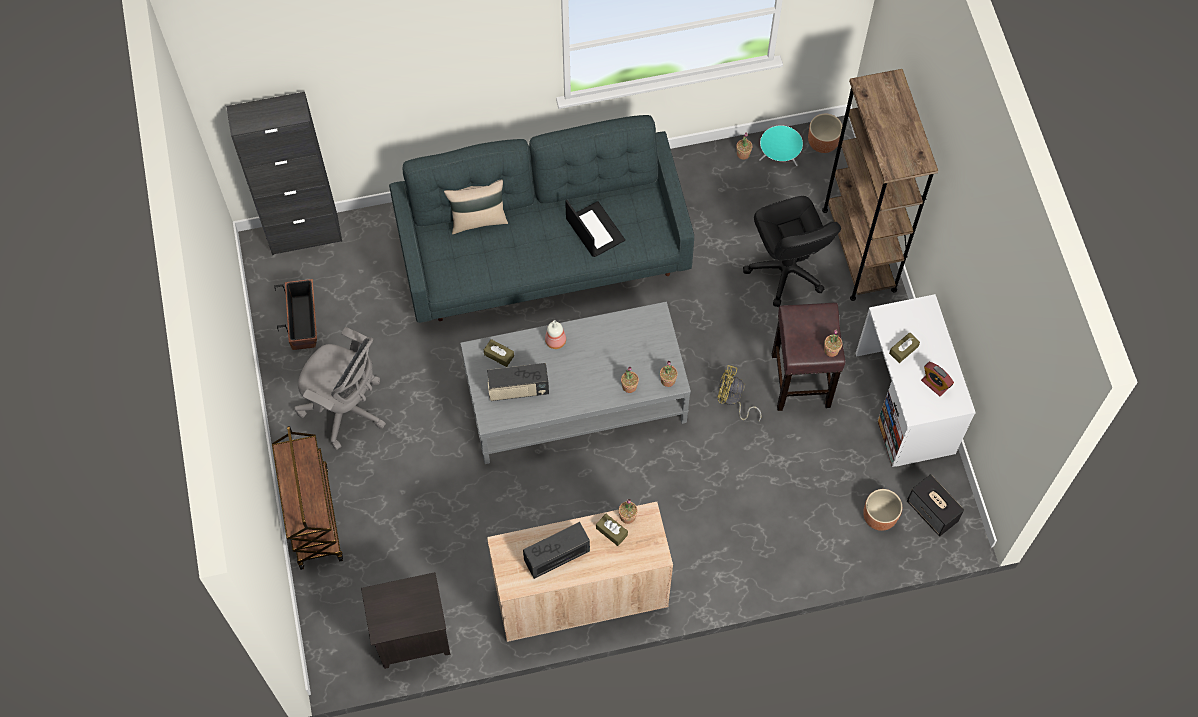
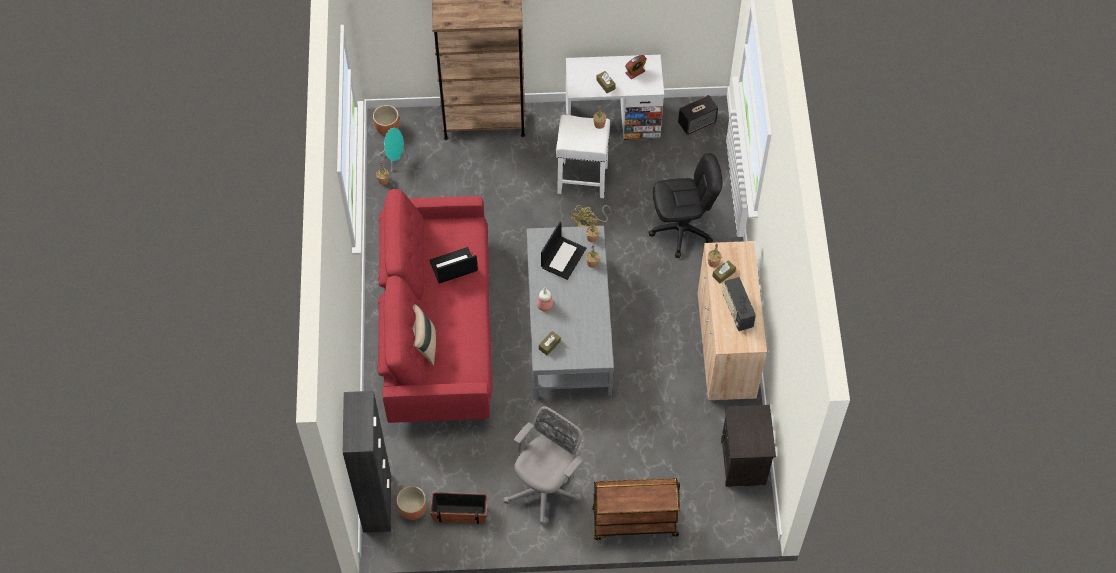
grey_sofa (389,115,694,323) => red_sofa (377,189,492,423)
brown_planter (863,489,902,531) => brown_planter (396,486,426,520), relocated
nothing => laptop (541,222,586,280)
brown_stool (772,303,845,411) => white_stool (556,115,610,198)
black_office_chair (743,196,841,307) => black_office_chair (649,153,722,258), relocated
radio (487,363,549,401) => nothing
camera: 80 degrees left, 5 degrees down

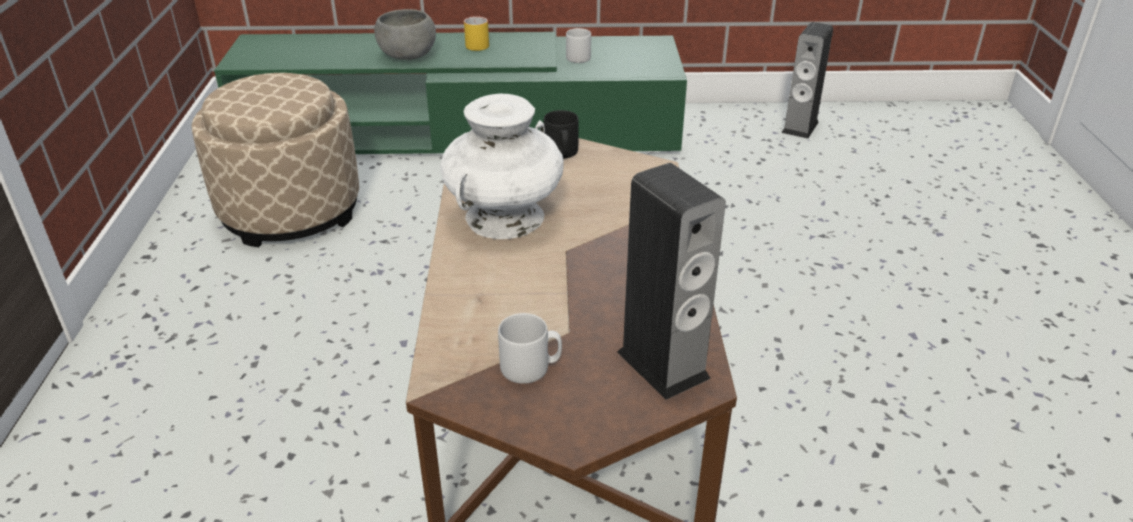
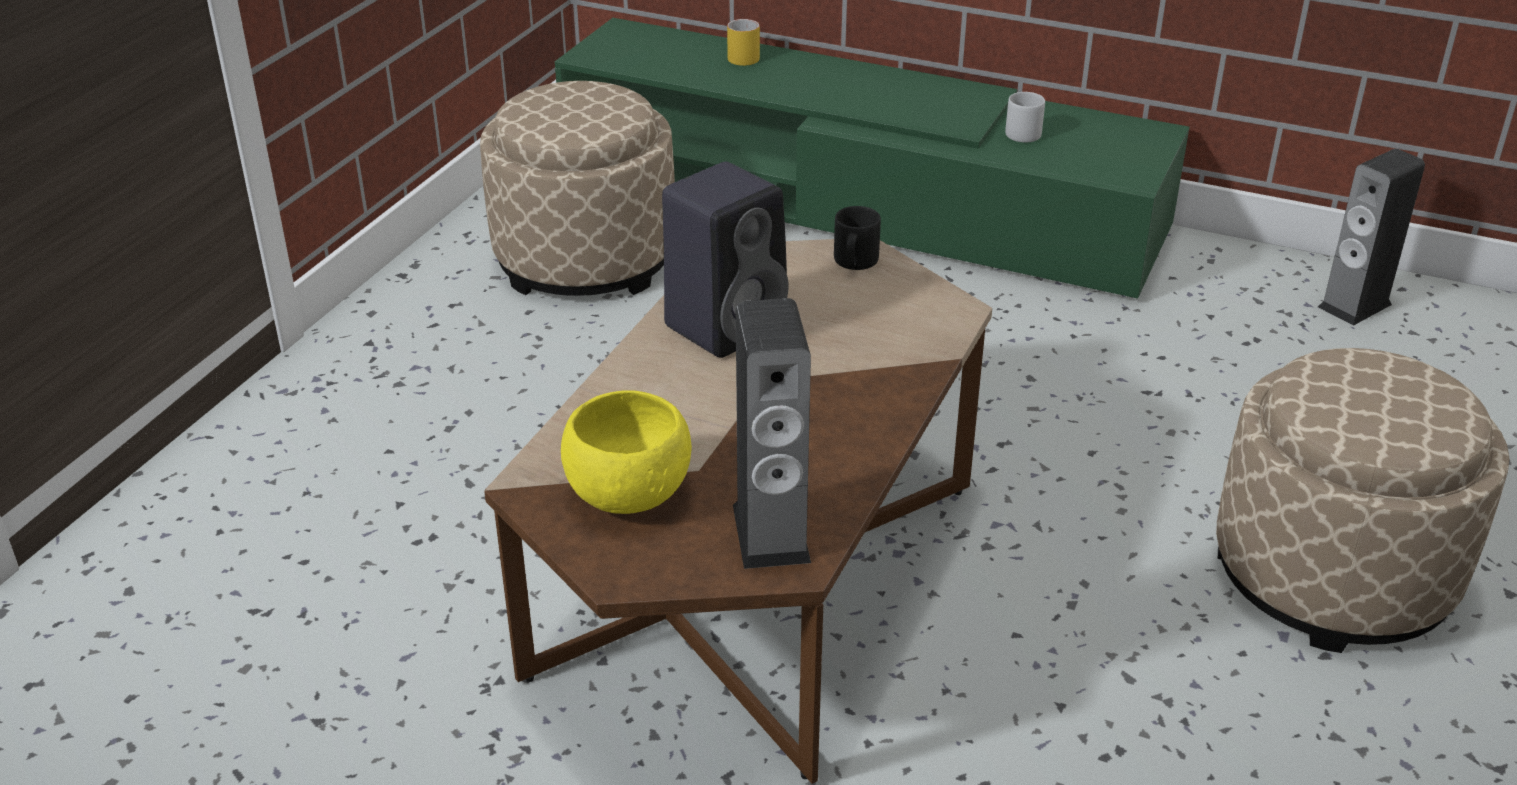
grey_mug (498,313,562,384) => yellow_bowl (561,390,692,514)
white_vase (440,94,564,239) => black_speaker (662,162,789,358)
yellow_mug (464,16,489,51) => yellow_mug (727,19,760,66), relocated
nothing => beige_ottoman (1216,348,1510,653)
grey_bowl (374,9,436,60) => nothing
camera: 25 degrees right, 0 degrees up

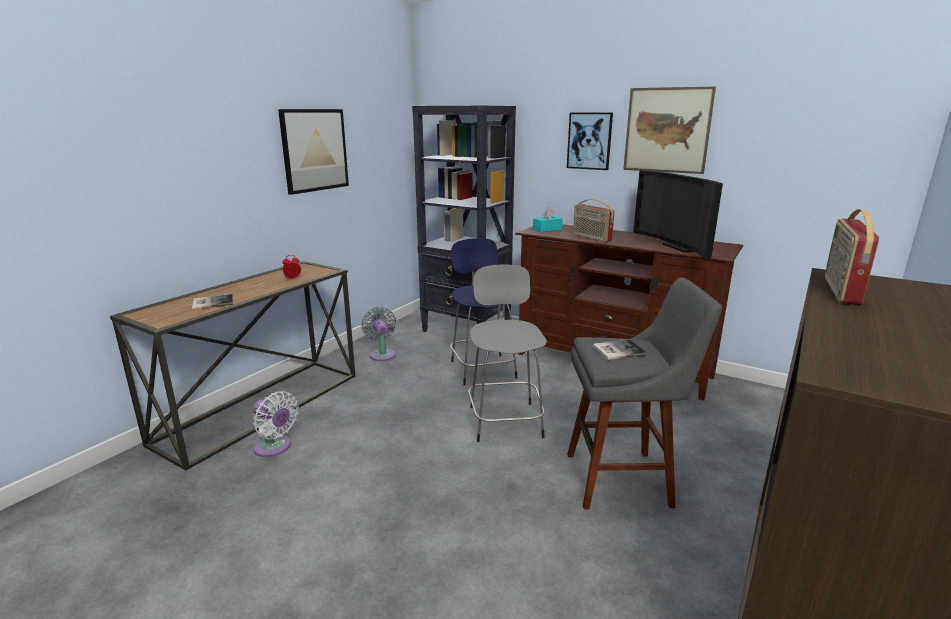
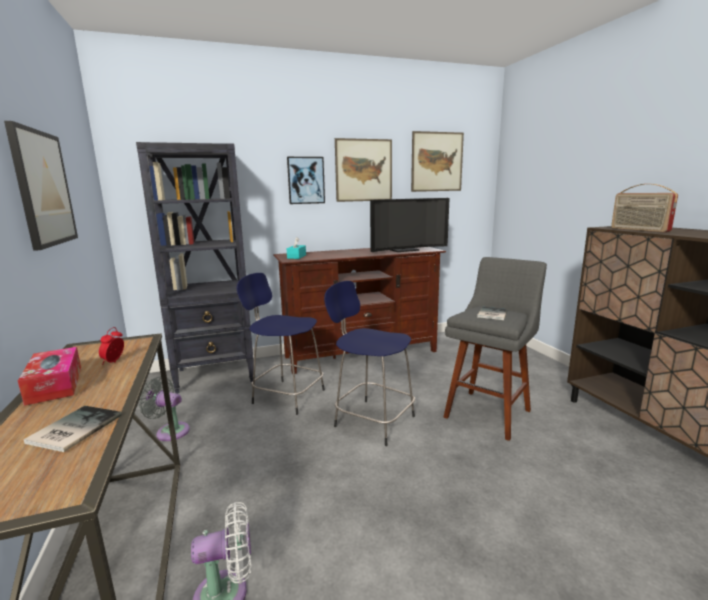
nothing => tissue_box (18,347,81,406)
grey_stool (468,264,547,442) => blue_stool (324,281,415,446)
television (633,170,723,259) => television (370,198,450,252), 45 degrees counterclockwise
nothing => picture (411,131,464,192)
radio (573,199,615,242) => nothing
camera: 50 degrees left, 5 degrees down

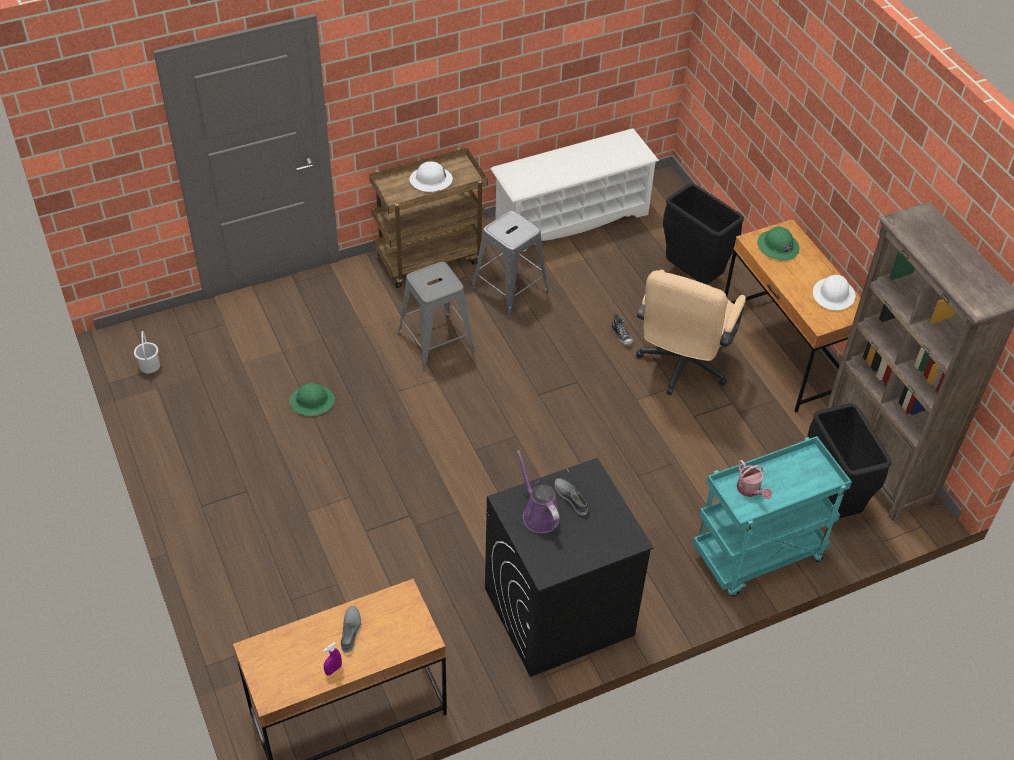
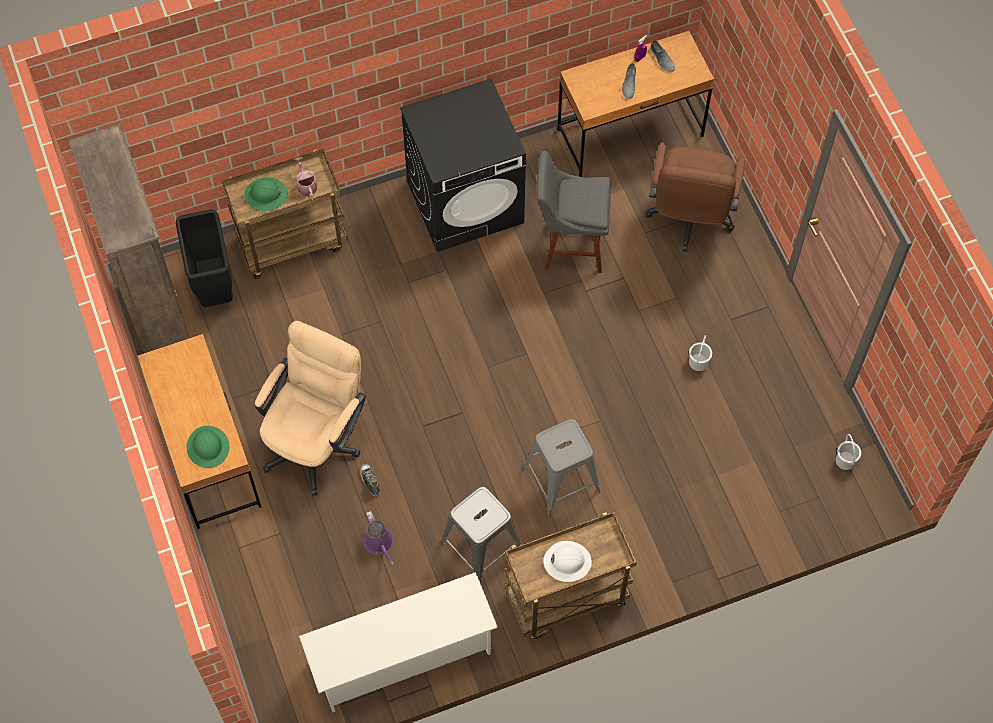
turquoise_cart (693,436,852,596) => brown_cart (222,149,347,279)
green_hard_hat (289,383,335,416) => green_hard_hat (244,177,288,211), relocated
purple_watering_can (517,450,560,533) => purple_watering_can (363,511,394,565), relocated
nothing => grey_stool (537,151,611,273)
nothing => brown_office_chair (645,143,745,252)
grey_shoe (554,478,588,515) => grey_shoe (650,40,675,72), relocated
nothing => white_bucket (689,335,712,371)
black_trash_can (663,183,744,285) => nothing
white_hard_hat (813,274,856,310) => nothing
camera: 175 degrees left, 15 degrees up

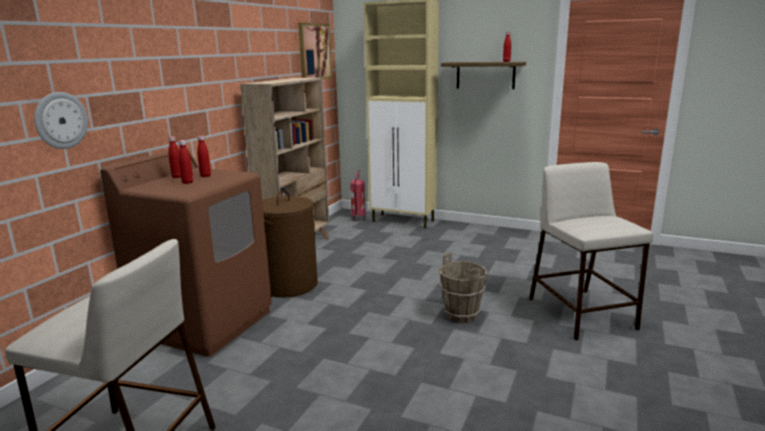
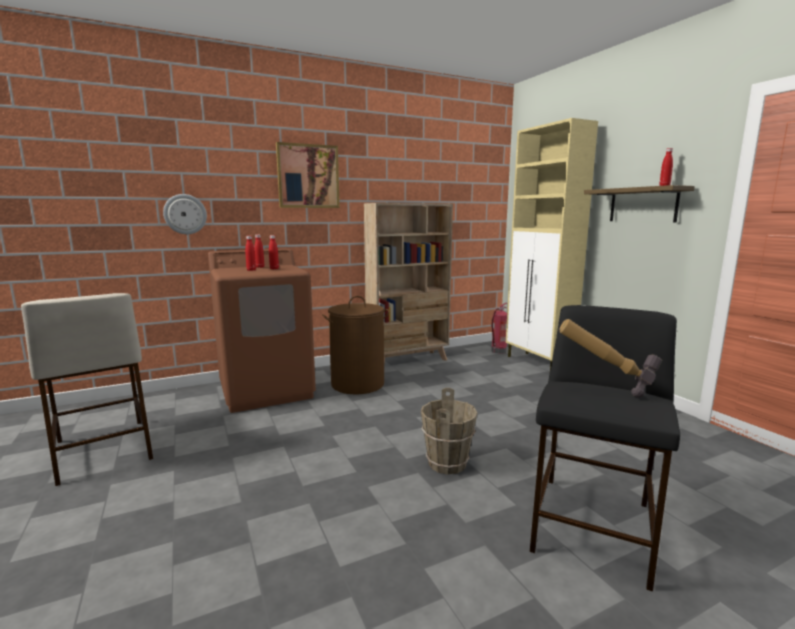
picture (298,23,332,79) => picture (276,142,340,208), relocated
beige_stool (529,162,653,340) => black_stool (530,305,680,591)
nothing => hammer (559,319,662,398)
camera: 40 degrees right, 5 degrees down

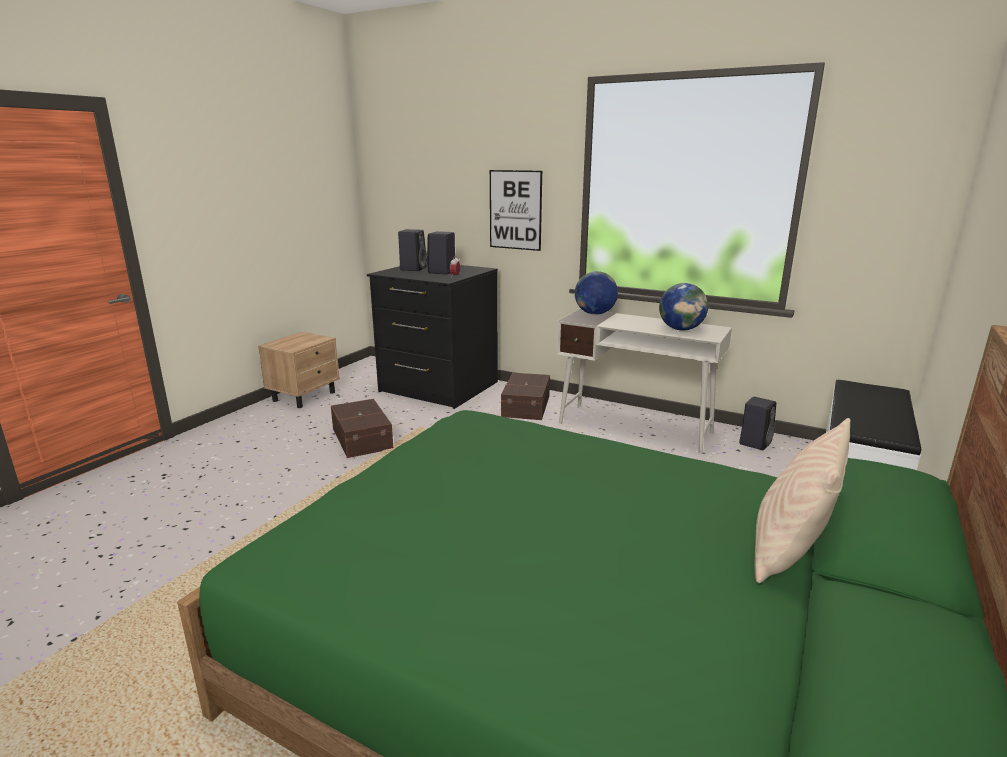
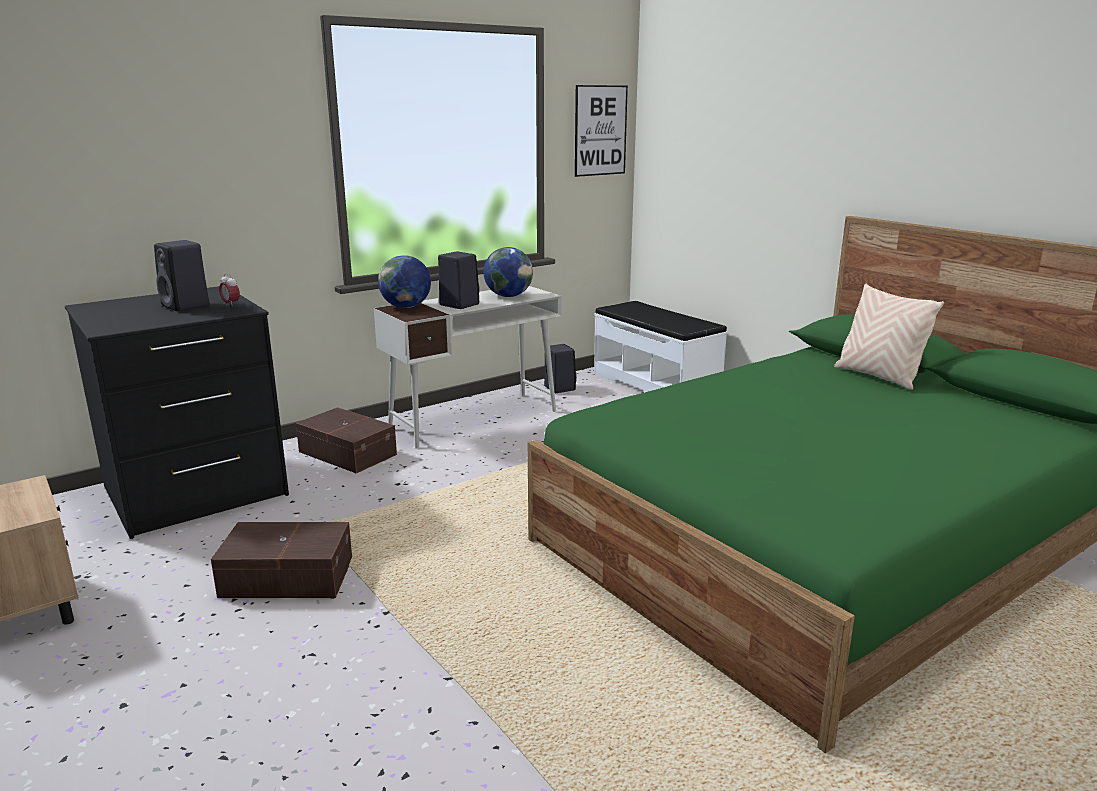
black_speaker (398,229,427,271) => black_speaker (438,251,480,309), relocated
picture (490,170,542,251) => picture (575,85,628,177), relocated
camera: 65 degrees left, 0 degrees up

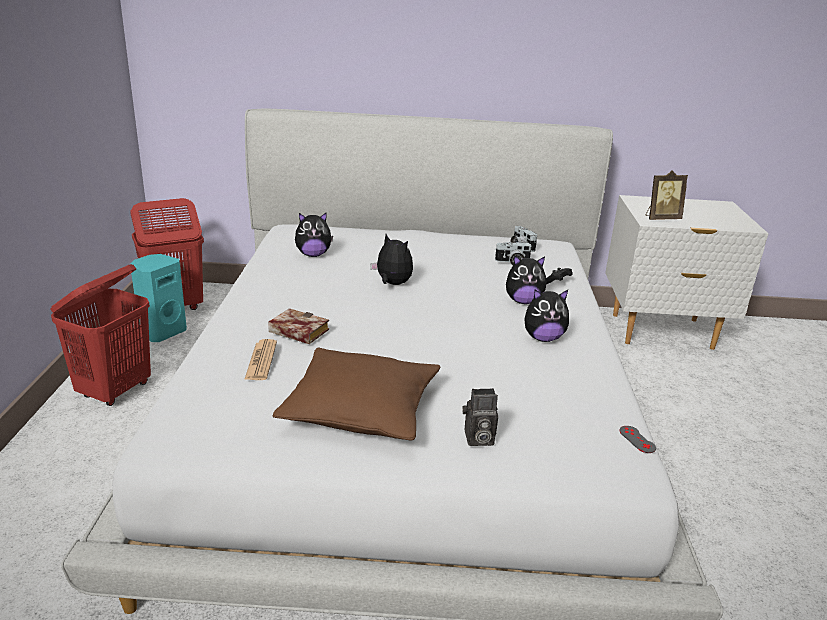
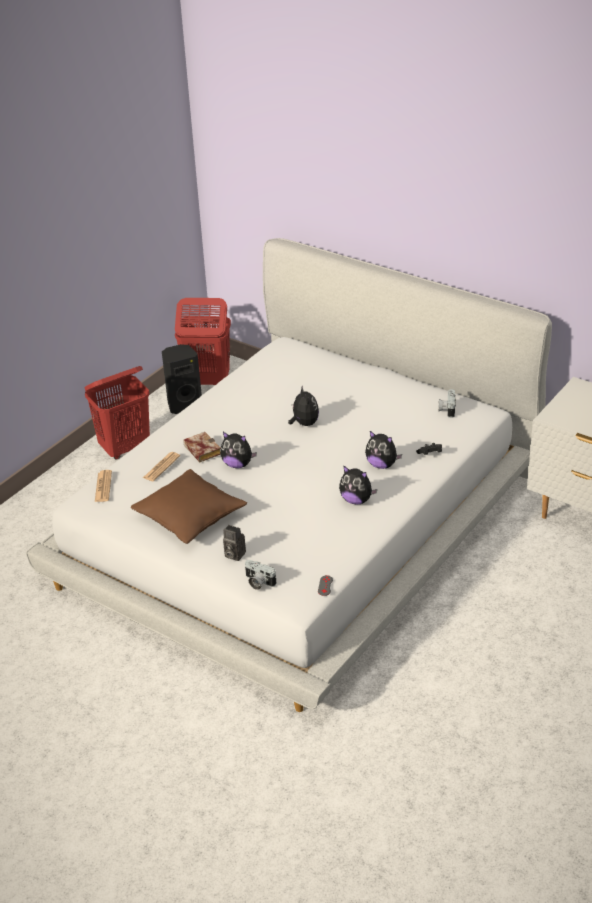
nothing => newspaper (95,470,112,502)
turquoise_speaker (131,254,187,342) => black_speaker (162,344,202,414)
plush_toy (295,212,333,257) => plush_toy (220,432,257,468), relocated
photo_camera (495,242,531,265) => photo_camera (245,560,277,590), relocated
picture_frame (646,170,688,220) => nothing
camera: 35 degrees right, 10 degrees up

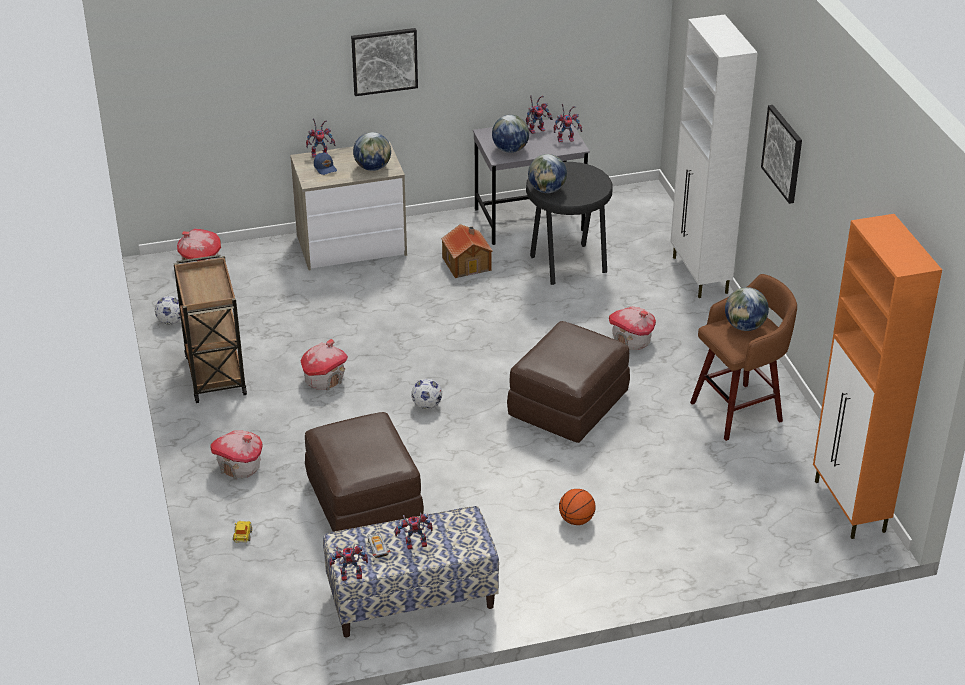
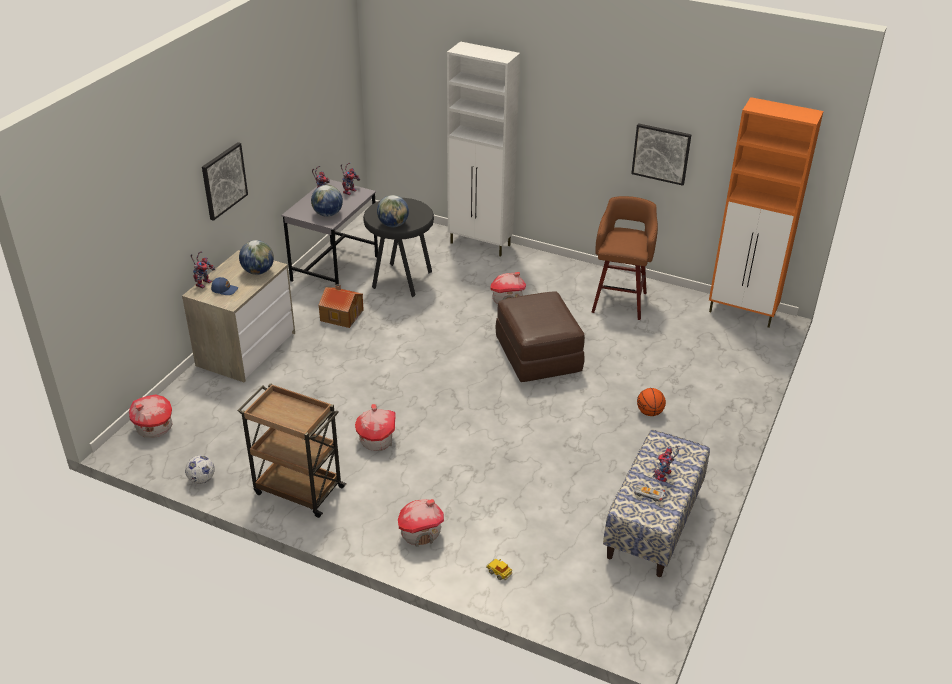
picture (761,105,802,204) => picture (631,123,692,186), relocated
brown_ottoman (305,412,424,532) => nothing
toy_robot (329,545,368,581) => nothing
football (411,378,442,409) => nothing
globe (725,287,769,331) => nothing
camera: 50 degrees left, 0 degrees up

